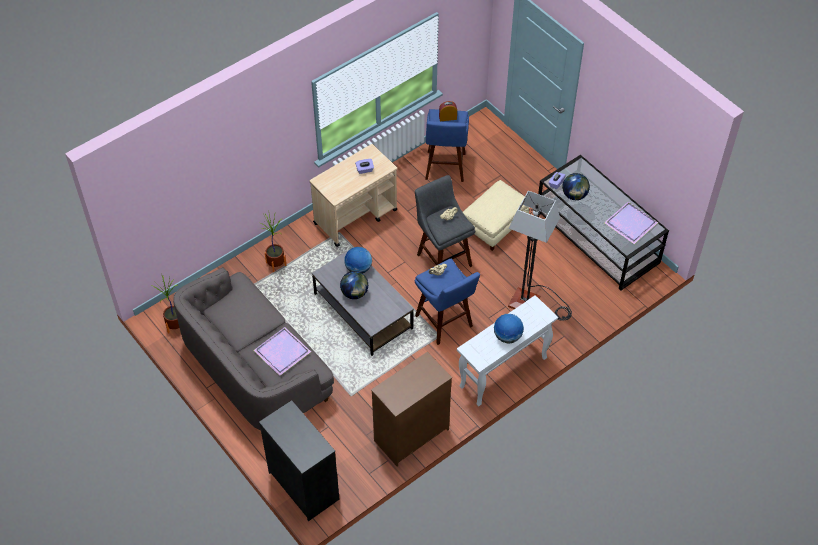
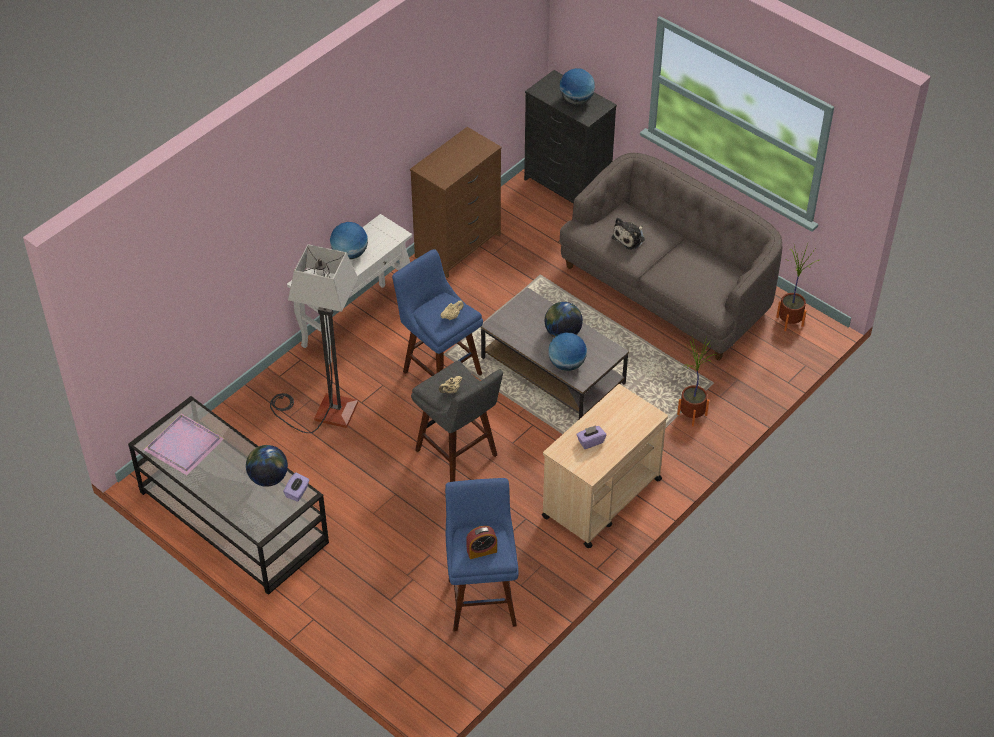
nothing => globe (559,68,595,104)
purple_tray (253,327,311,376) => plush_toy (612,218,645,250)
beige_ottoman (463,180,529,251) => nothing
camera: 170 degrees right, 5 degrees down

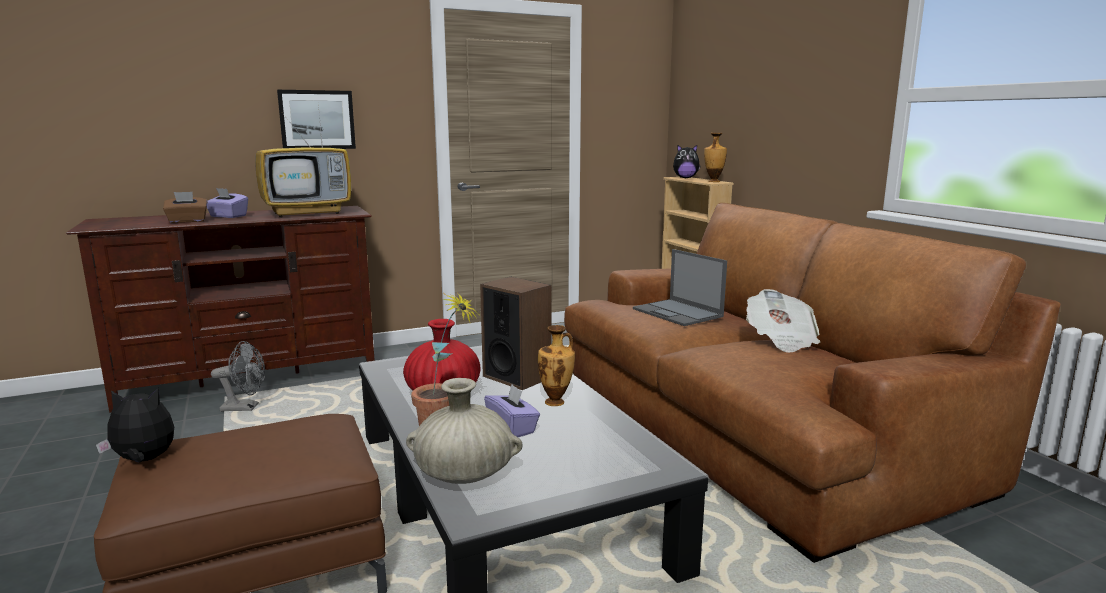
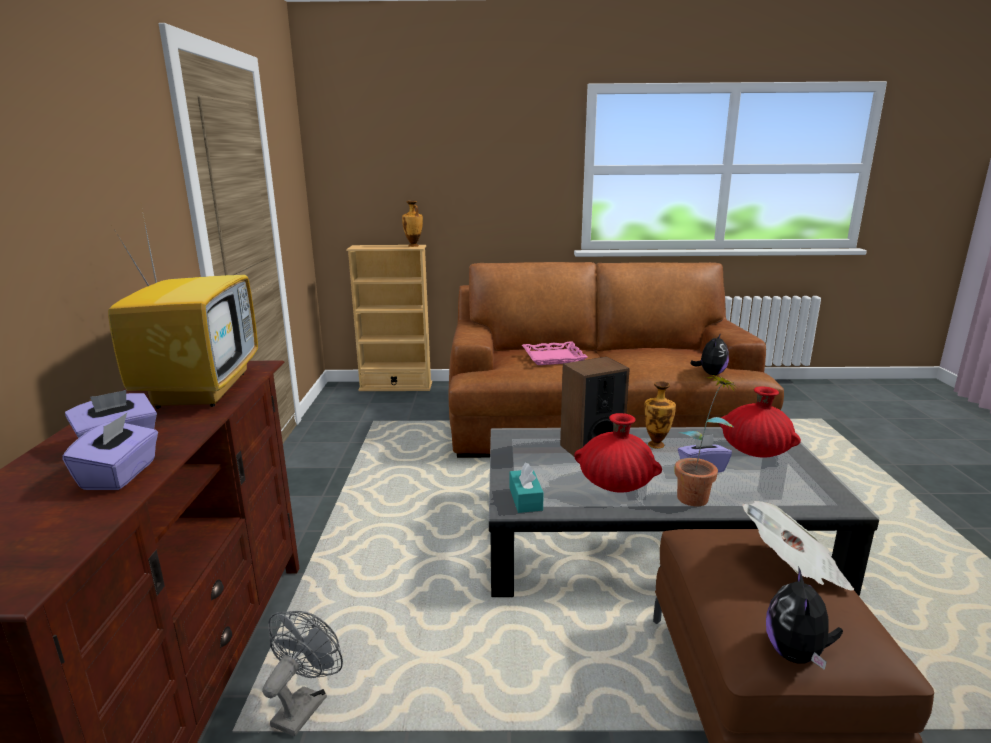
brown_tissue_box (163,192,207,223) => purple_tissue_box (62,413,158,490)
nothing => turquoise_tissue_box (510,462,544,513)
laptop (633,249,727,326) => pink_tray (522,341,588,365)
plush_toy (673,145,700,178) => plush_toy (690,333,729,375), relocated
nothing => red_vase (719,386,801,458)
newspaper (746,289,820,352) => newspaper (742,501,854,591), relocated
picture (277,90,356,149) => nothing
beige_vase (406,378,523,484) => nothing
camera: 65 degrees left, 5 degrees up

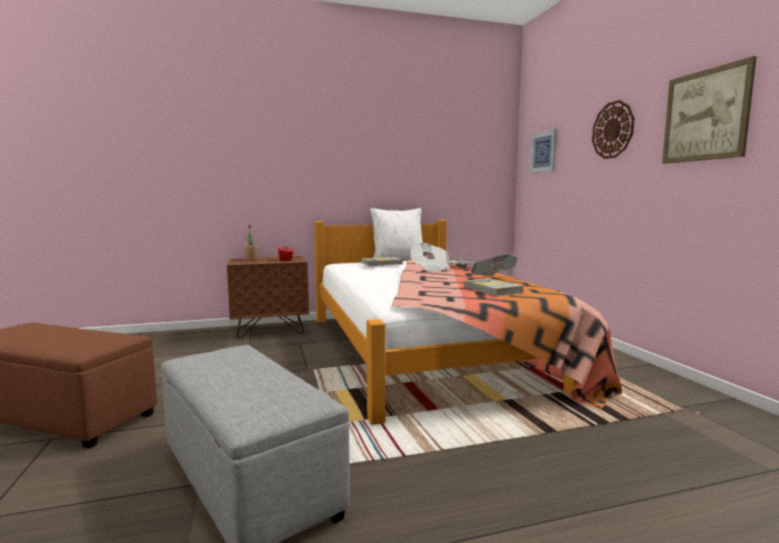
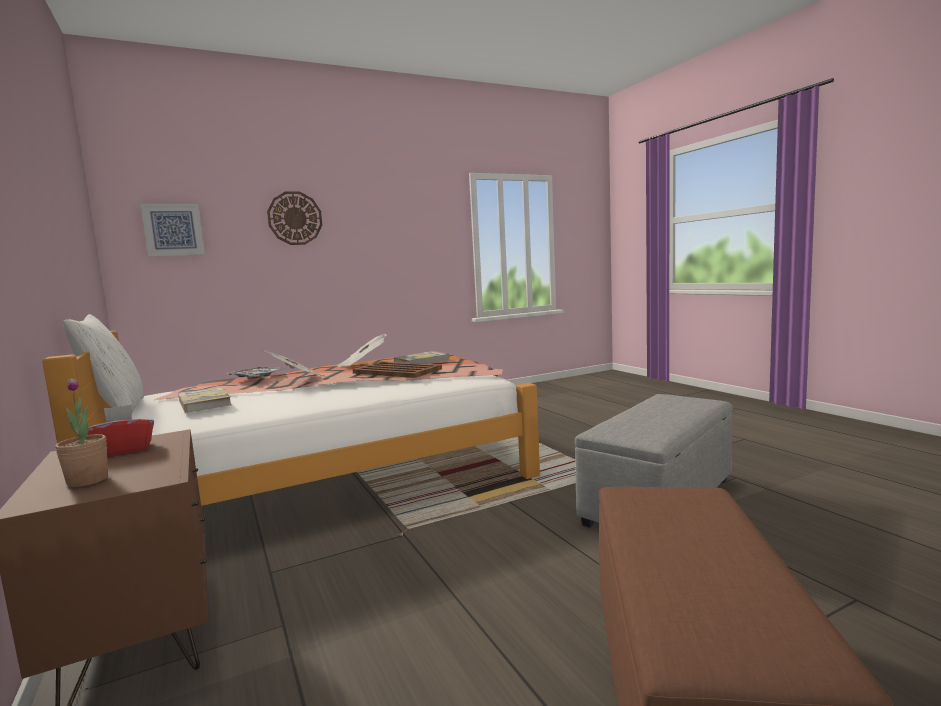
nothing => brown_tray (353,361,442,378)
picture (662,56,757,164) => nothing
camera: 100 degrees left, 0 degrees up

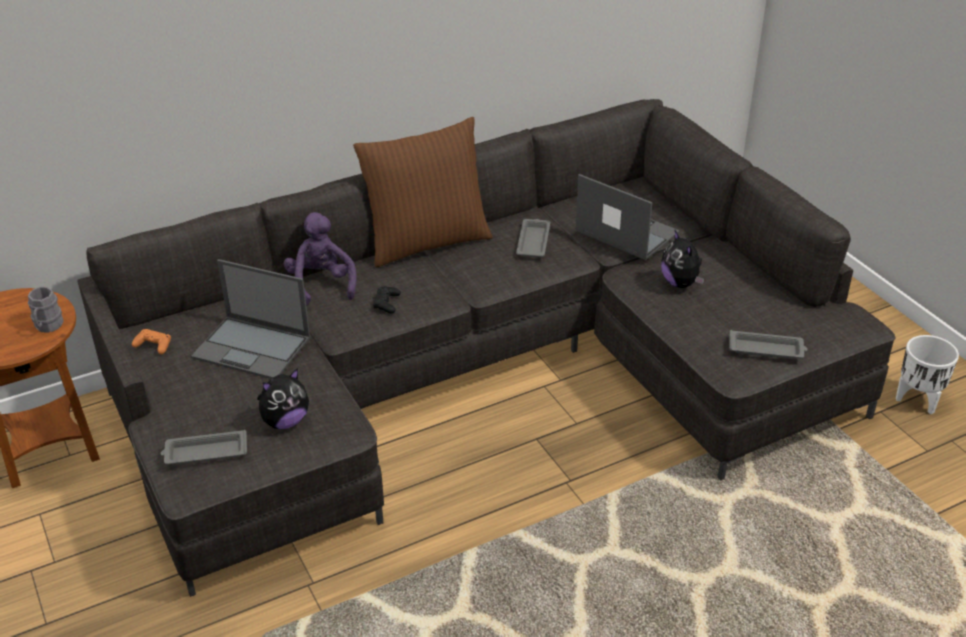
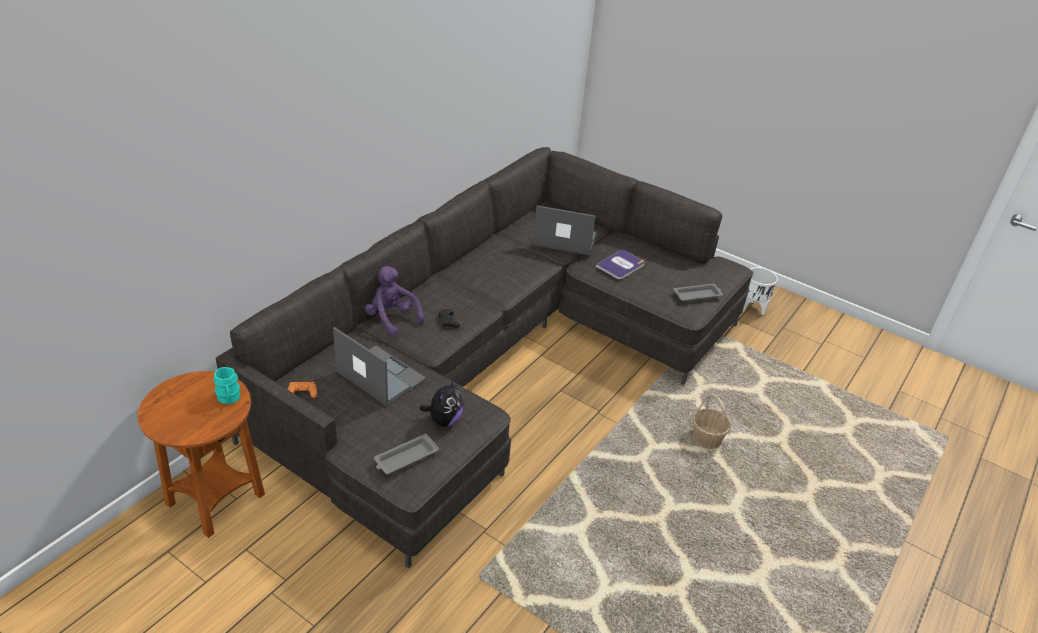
grey_mug (28,287,64,333) => turquoise_mug (214,367,241,404)
laptop (191,259,310,379) => laptop (333,327,426,406), 135 degrees counterclockwise
plush_toy (661,230,704,288) => book (596,249,645,279)
nothing => basket (692,394,731,449)
brown_pillow (353,117,493,267) => nothing
grey_tray (516,219,550,258) => nothing
camera: 30 degrees left, 0 degrees up

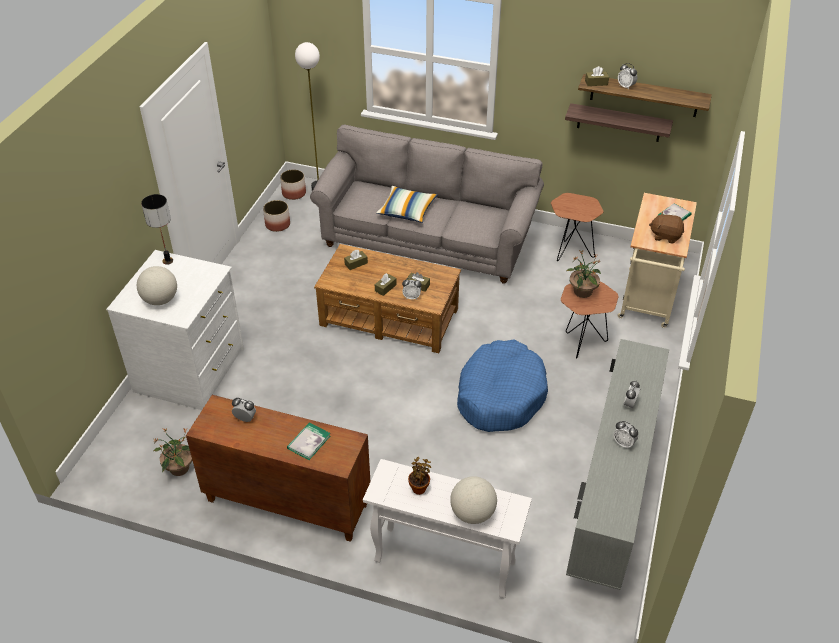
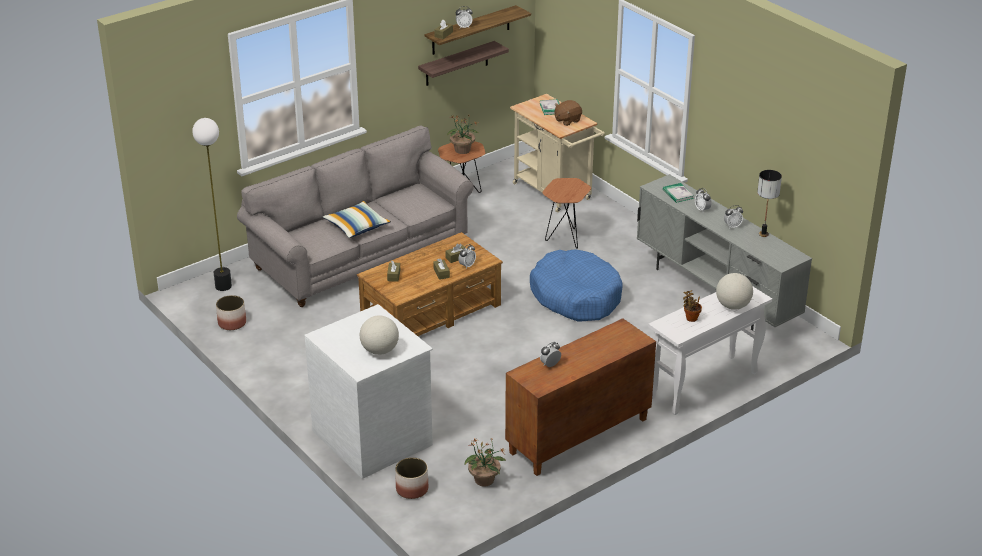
planter (280,170,306,200) => planter (395,457,428,499), relocated
potted_plant (566,251,601,298) => potted_plant (447,114,480,154), relocated
book (287,423,330,460) => book (663,183,694,203), relocated
table_lamp (141,194,173,265) => table_lamp (757,170,782,237), relocated
camera: 55 degrees left, 10 degrees down

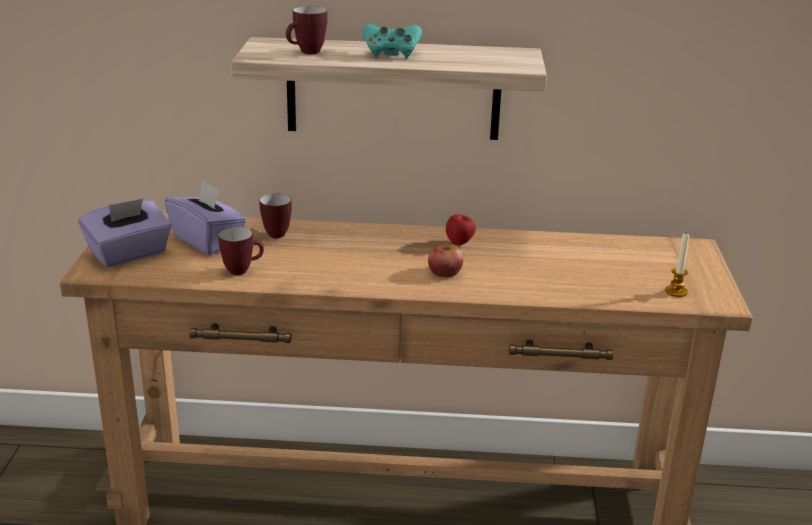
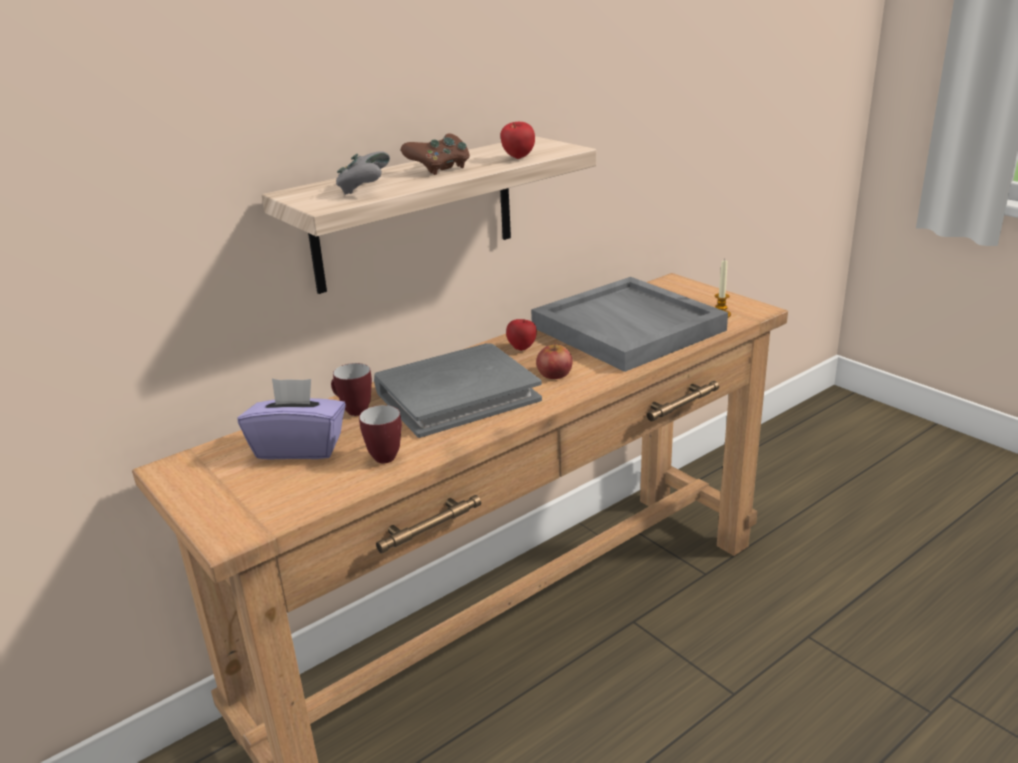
mug (286,6,328,54) => grey_game_controller (336,151,390,195)
nothing => grey_book (374,343,542,438)
turquoise_game_controller (363,24,422,58) => brown_game_controller (401,133,470,175)
nothing => apple (500,122,535,159)
nothing => grey_tray (531,277,728,372)
purple_tissue_box (79,198,172,267) => nothing
camera: 40 degrees left, 0 degrees up

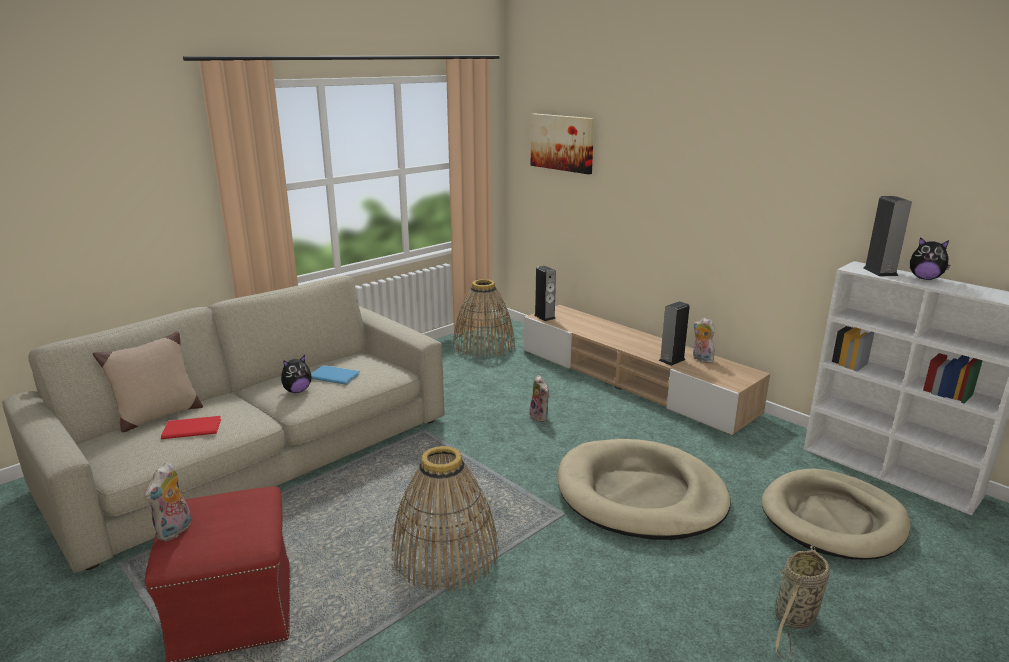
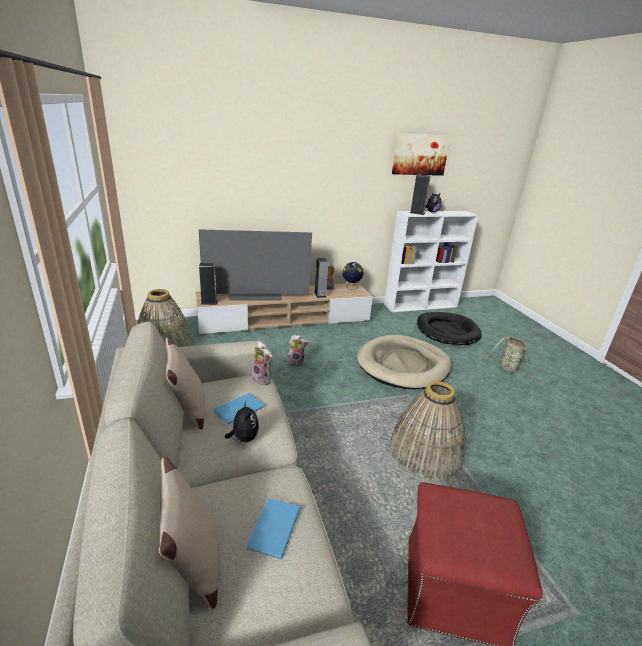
nothing => beige_pillow (166,337,205,430)
nothing => television (199,229,312,301)
red_book (161,416,221,439) => blue_book (246,498,301,559)
plush_toy (145,463,191,541) => plush_toy (252,341,273,385), relocated
nothing => globe (343,262,363,290)
picture (531,113,595,174) => picture (392,133,451,176), relocated
beige_dog_bed (762,469,911,560) => black_dog_bed (417,312,482,345)
camera: 65 degrees left, 5 degrees up

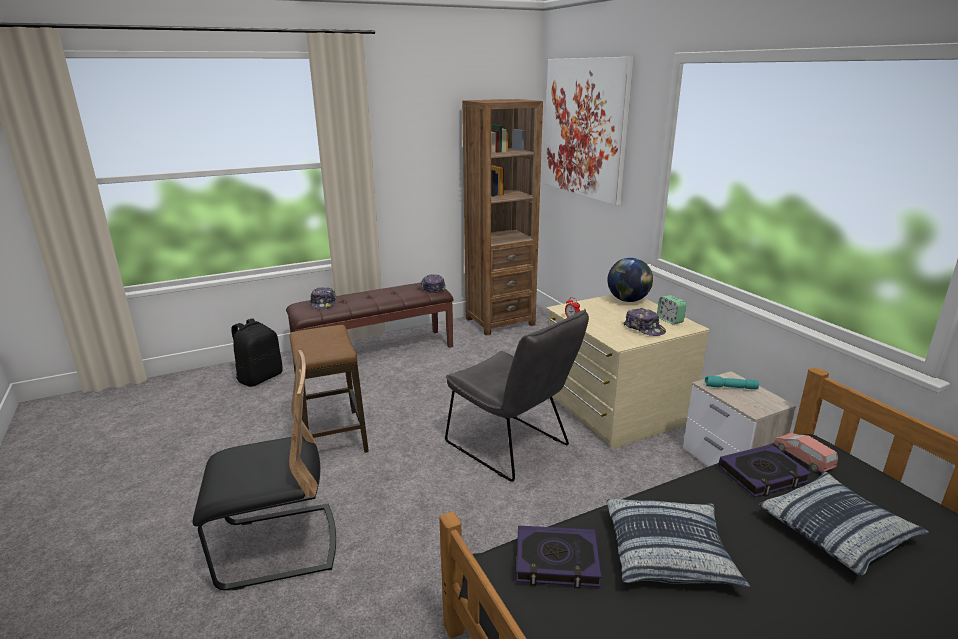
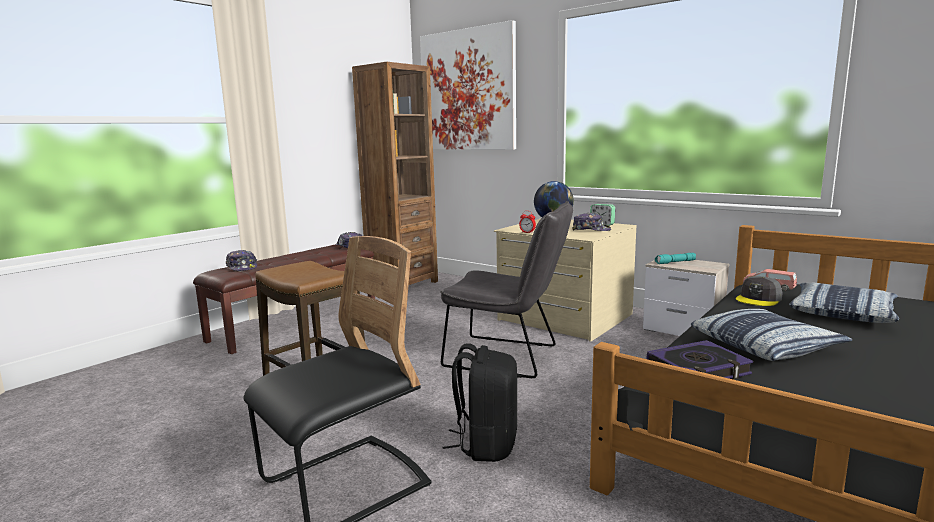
black_backpack (231,318,282,387) => black_backpack (443,343,517,462), relocated
book (719,444,811,497) => grey_cap (736,276,783,306)
camera: 25 degrees left, 10 degrees down

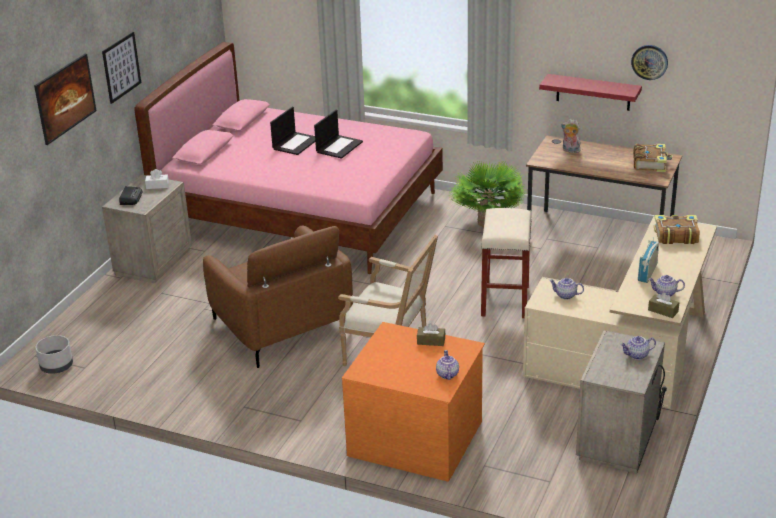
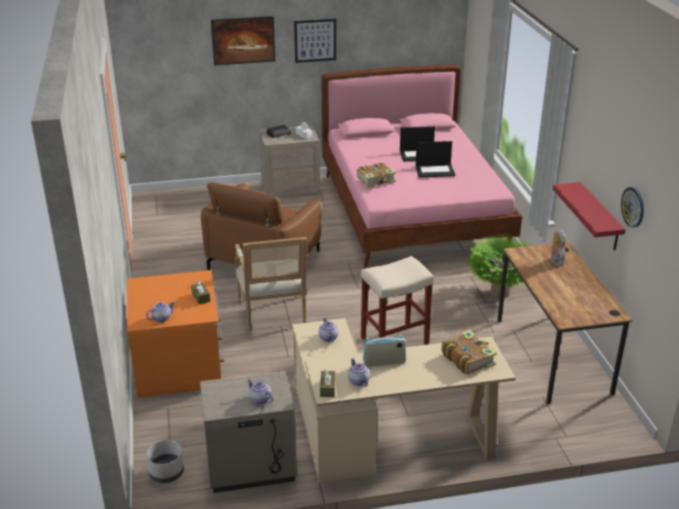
grey_planter (35,335,73,374) => grey_planter (146,440,184,483), relocated
book (633,144,673,172) => book (357,163,396,188), relocated
camera: 55 degrees right, 0 degrees up

